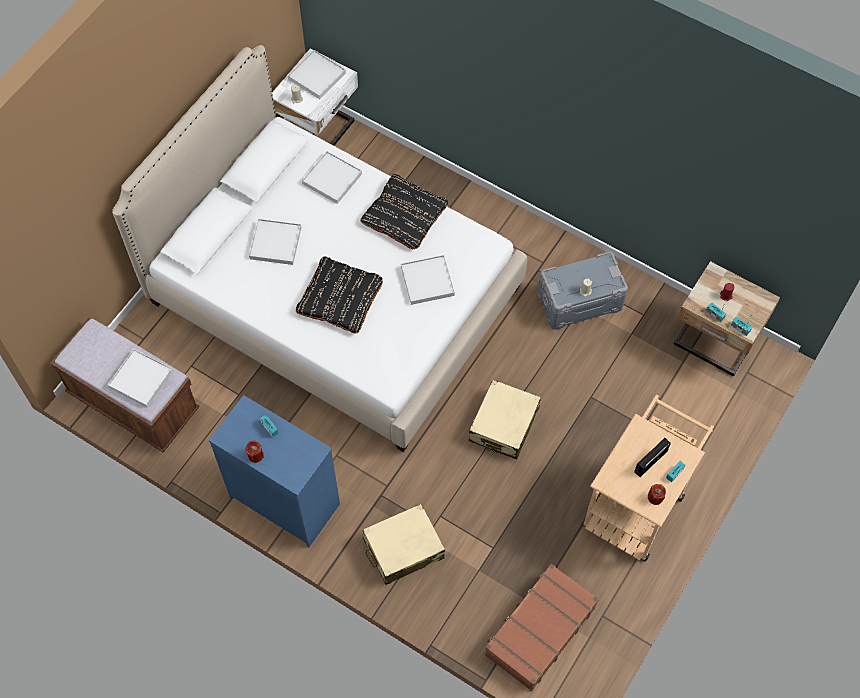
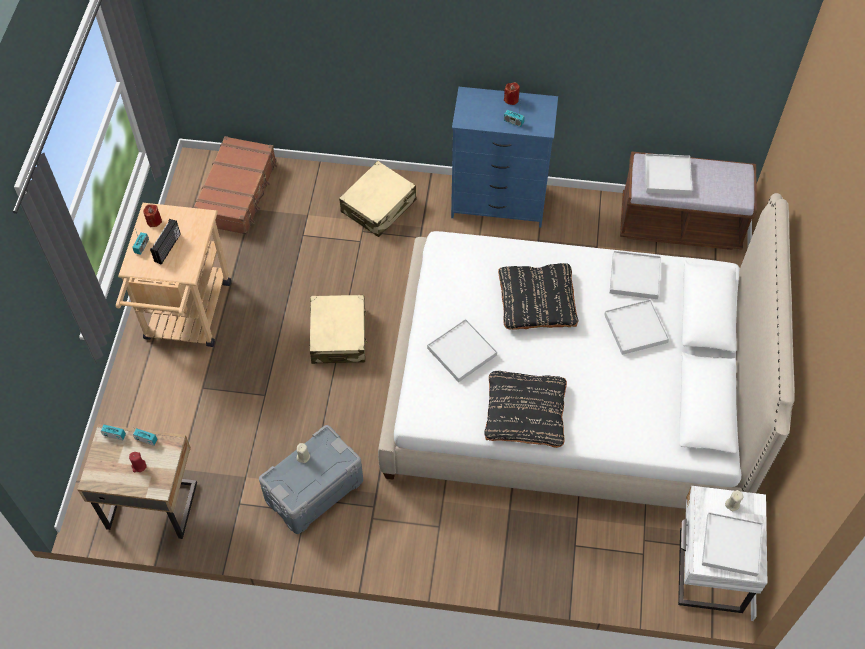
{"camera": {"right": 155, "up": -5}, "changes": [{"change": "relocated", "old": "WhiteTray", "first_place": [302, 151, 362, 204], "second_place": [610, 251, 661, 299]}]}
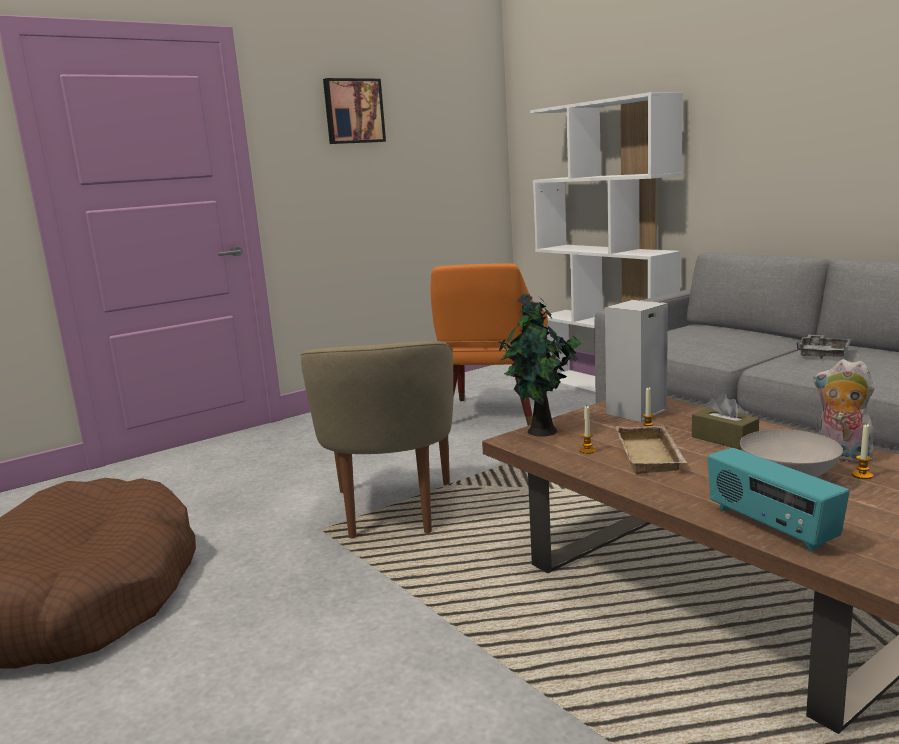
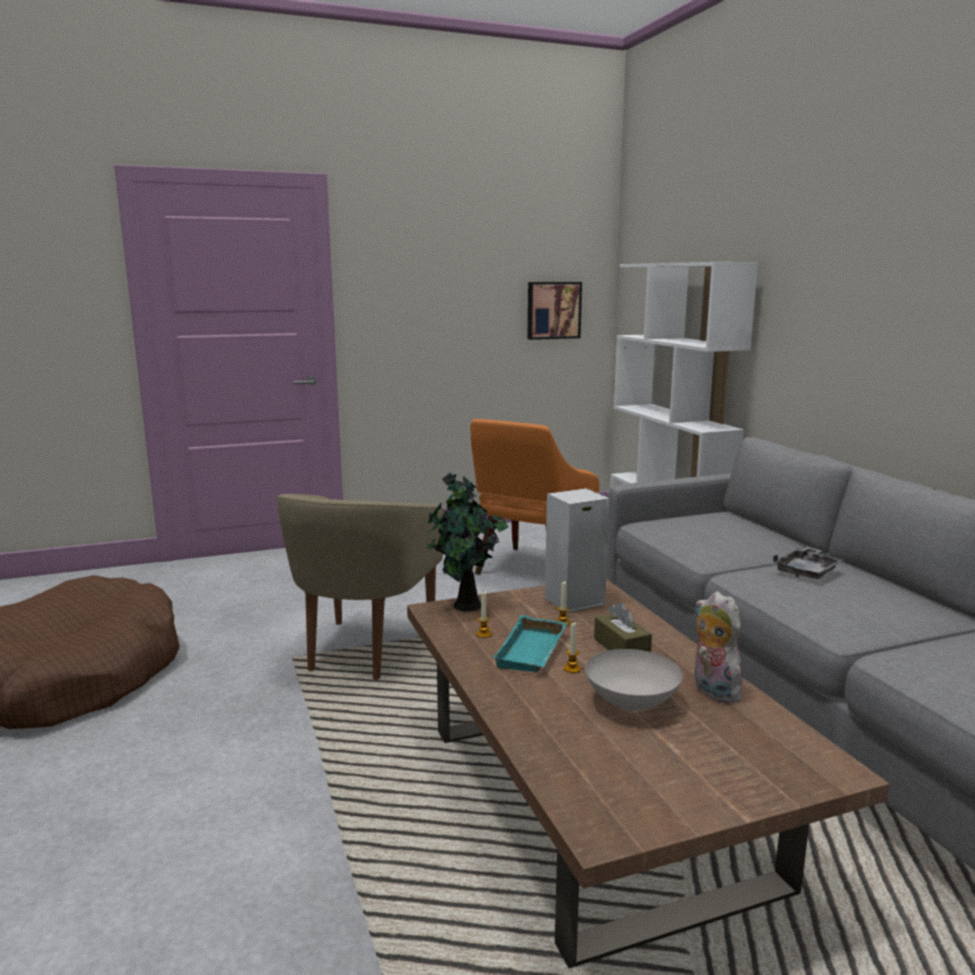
{"camera": {"right": 15, "up": 0}, "changes": [{"change": "relocated", "old": "Picture", "first_place": [323, 78, 386, 144], "second_place": [527, 282, 582, 340]}, {"change": "relocated", "old": "Candle", "first_place": [852, 423, 873, 479], "second_place": [564, 622, 581, 673]}, {"change": "colour", "old": "BeigeTray", "new": "TurquoiseTray", "first_place": [616, 426, 687, 474], "second_place": [493, 615, 567, 672]}, {"change": "missing", "old": "Radio", "first_place": [708, 448, 850, 552]}]}
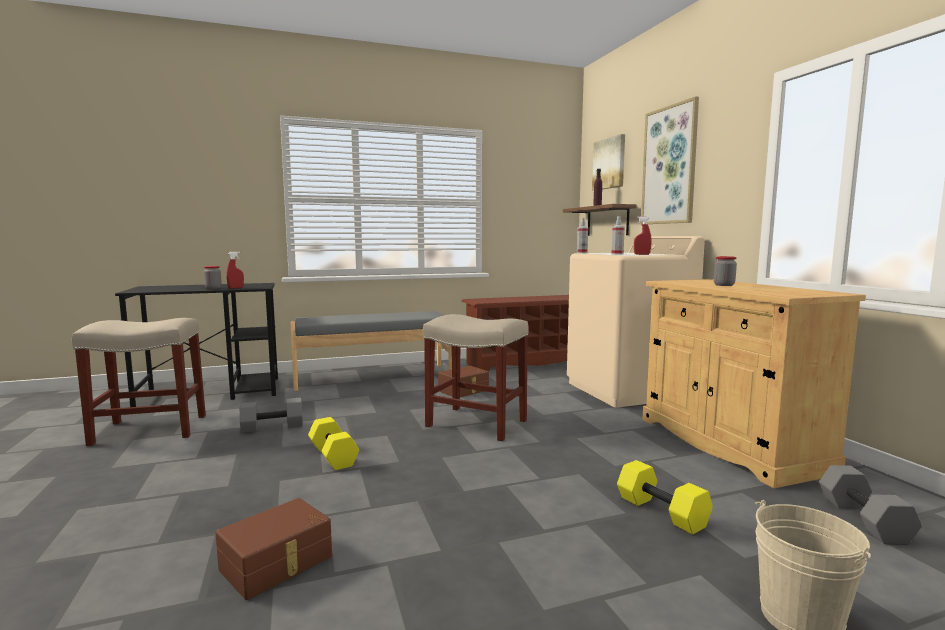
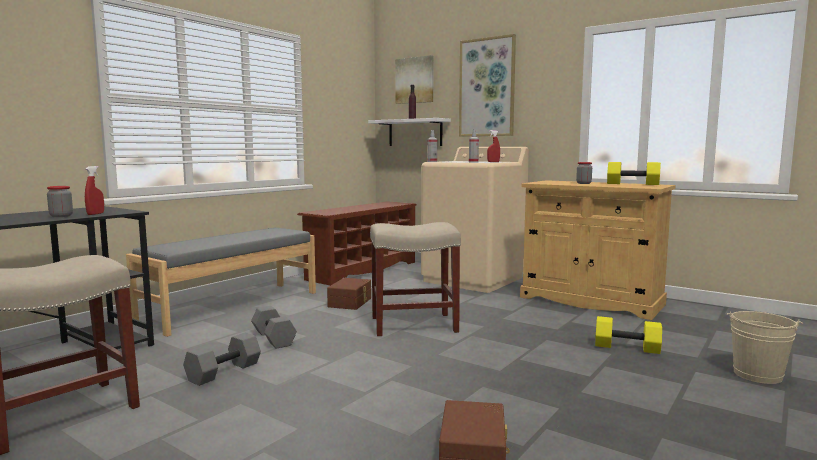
{"camera": {"right": -35, "up": 0}, "changes": [{"change": "colour", "old": "BrownShelf", "new": "WhiteShelf", "first_place": [563, 204, 637, 236], "second_place": [368, 118, 451, 146]}, {"change": "relocated", "old": "YellowDumbbell", "first_place": [308, 417, 359, 470], "second_place": [607, 162, 661, 185]}, {"change": "relocated", "old": "GreyDumbbell", "first_place": [819, 465, 922, 545], "second_place": [251, 306, 297, 349]}]}
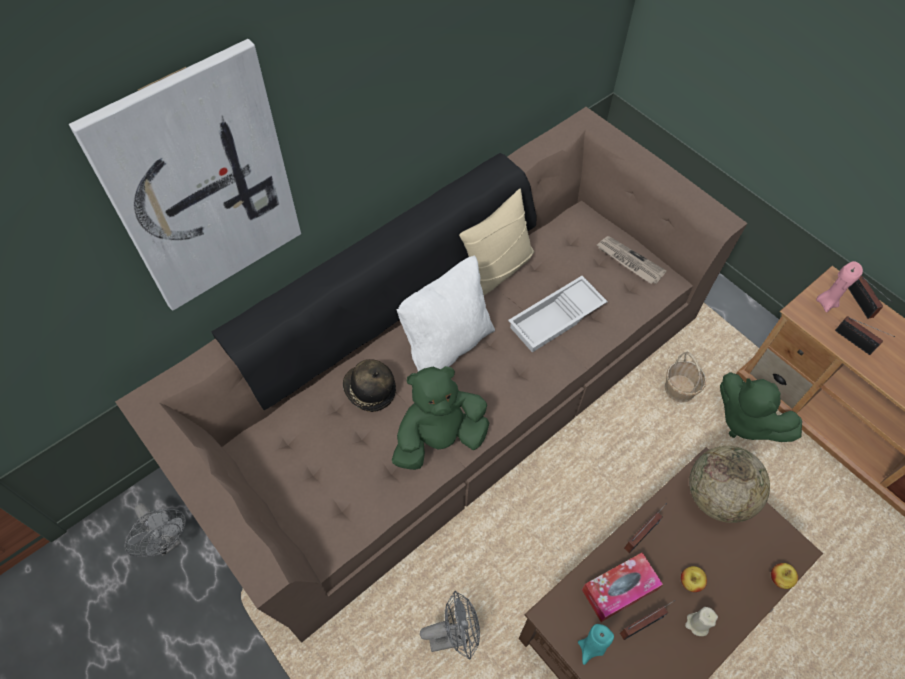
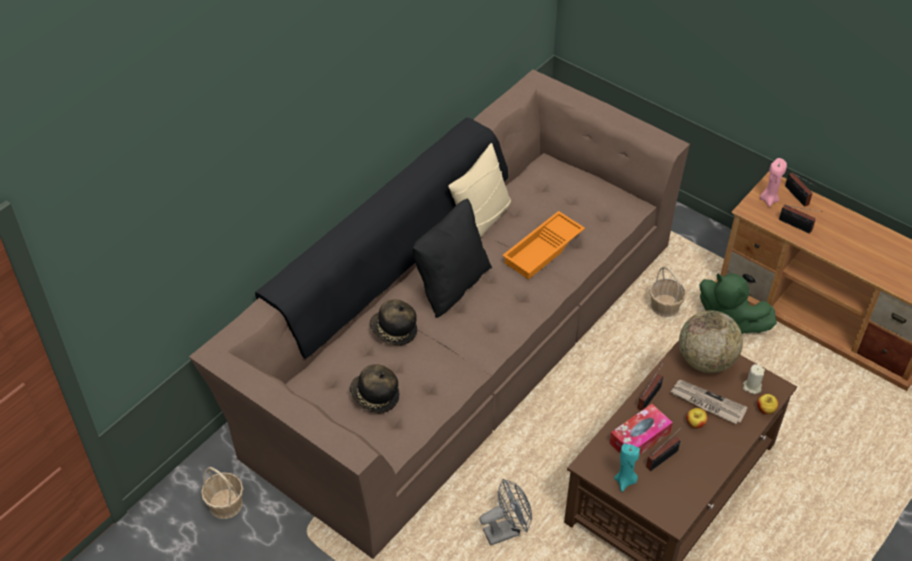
{"camera": {"right": -10, "up": -10}, "changes": [{"change": "missing", "old": "Picture", "first_place": [69, 39, 301, 311]}, {"change": "relocated", "old": "Newspaper", "first_place": [597, 236, 666, 284], "second_place": [670, 380, 748, 424]}, {"change": "colour", "old": "WhitePillow", "new": "BlackPillow", "first_place": [397, 256, 495, 372], "second_place": [413, 198, 492, 318]}, {"change": "colour", "old": "WhiteTray", "new": "OrangeTray", "first_place": [508, 276, 608, 352], "second_place": [502, 211, 585, 280]}, {"change": "missing", "old": "GreenPlushToy", "first_place": [392, 366, 489, 470]}, {"change": "exchanged", "old": "GreyFan", "new": "Basket", "first_place": [124, 503, 186, 557], "second_place": [201, 467, 243, 519]}, {"change": "relocated", "old": "BeigeCandle", "first_place": [685, 607, 718, 636], "second_place": [743, 364, 765, 394]}, {"change": "appeared", "new": "Hat", "second_place": [350, 364, 399, 413]}]}
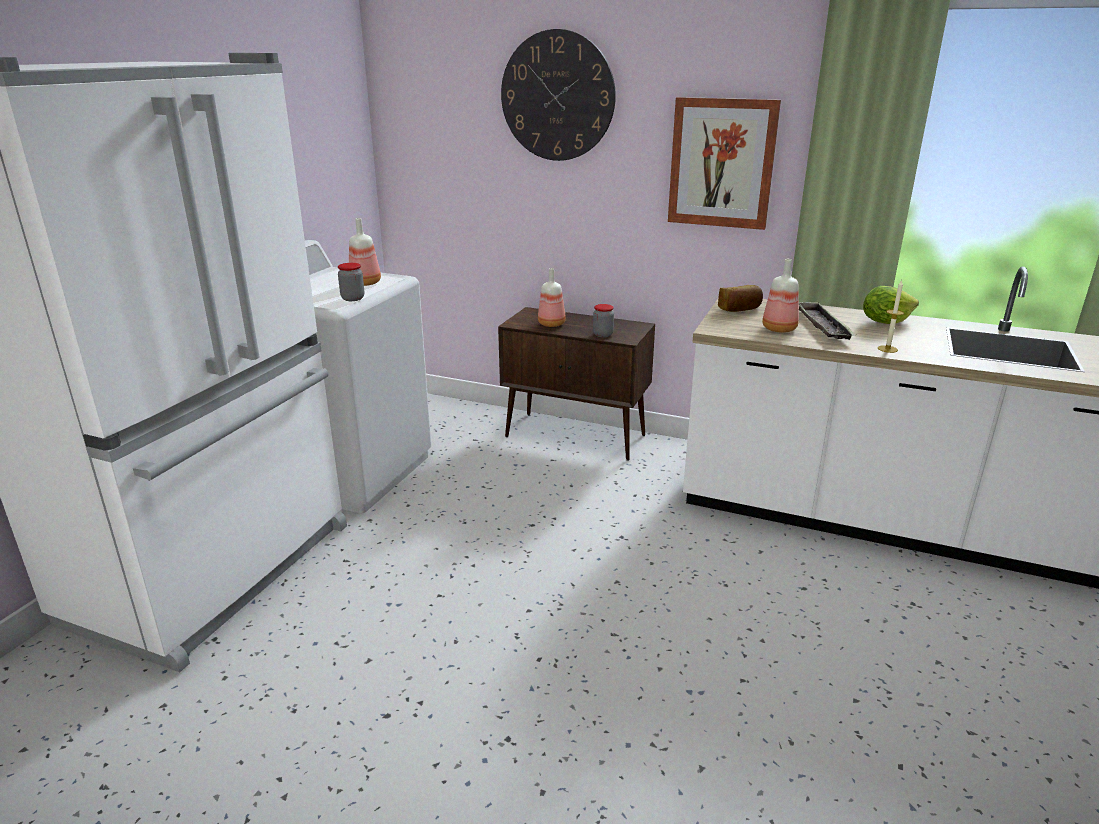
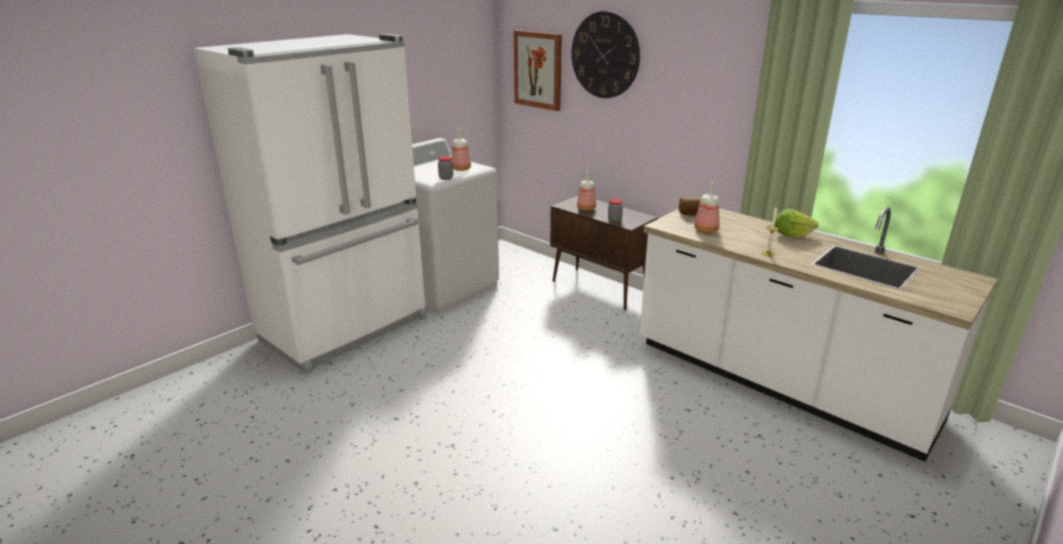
{"camera": {"right": 20, "up": 0}, "changes": [{"change": "relocated", "old": "Picture", "first_place": [668, 97, 781, 230], "second_place": [514, 30, 562, 111]}, {"change": "missing", "old": "Tray", "first_place": [799, 302, 856, 340]}]}
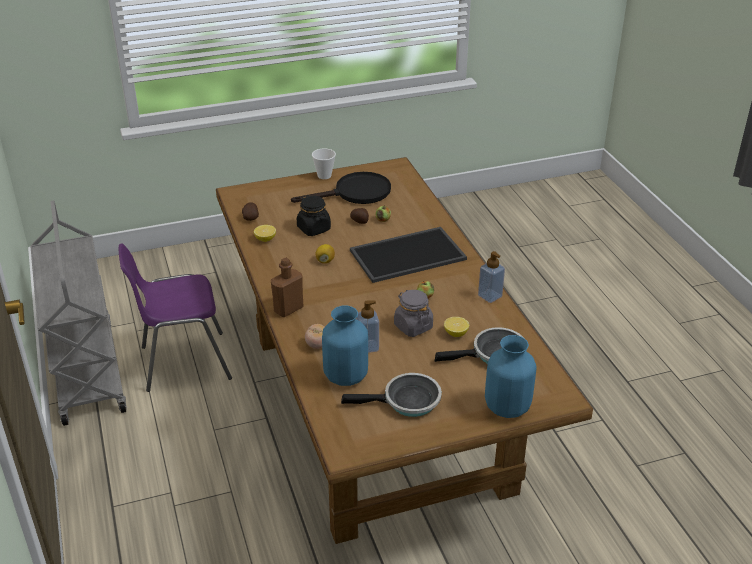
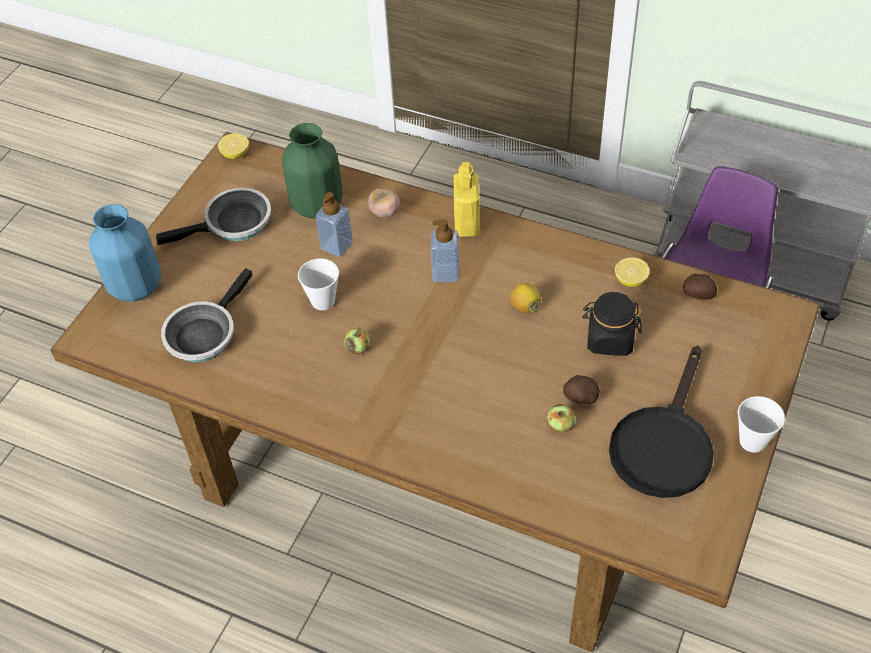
{"camera": {"right": 135, "up": 15}, "changes": [{"change": "missing", "old": "Tray", "first_place": [350, 227, 467, 283]}, {"change": "relocated", "old": "SoapDispenser", "first_place": [478, 251, 505, 303], "second_place": [431, 219, 459, 282]}, {"change": "colour", "old": "BrownBottle", "new": "YellowBottle", "first_place": [271, 258, 304, 317], "second_place": [453, 162, 480, 237]}, {"change": "exchanged", "old": "GreyJar", "new": "Cup", "first_place": [394, 290, 433, 337], "second_place": [298, 258, 339, 310]}, {"change": "colour", "old": "BlueVase", "new": "GreenVase", "first_place": [322, 306, 368, 386], "second_place": [281, 123, 343, 219]}, {"change": "relocated", "old": "Lemon", "first_place": [444, 317, 469, 337], "second_place": [218, 133, 249, 159]}, {"change": "spun", "old": "FryingPan", "first_place": [341, 373, 442, 417], "second_place": [156, 188, 271, 245], "degrees": -150}]}
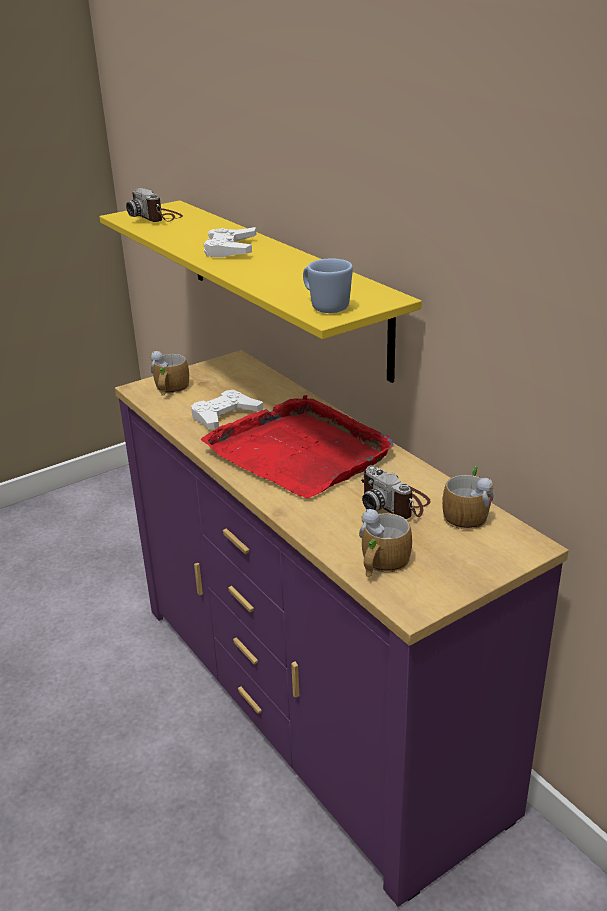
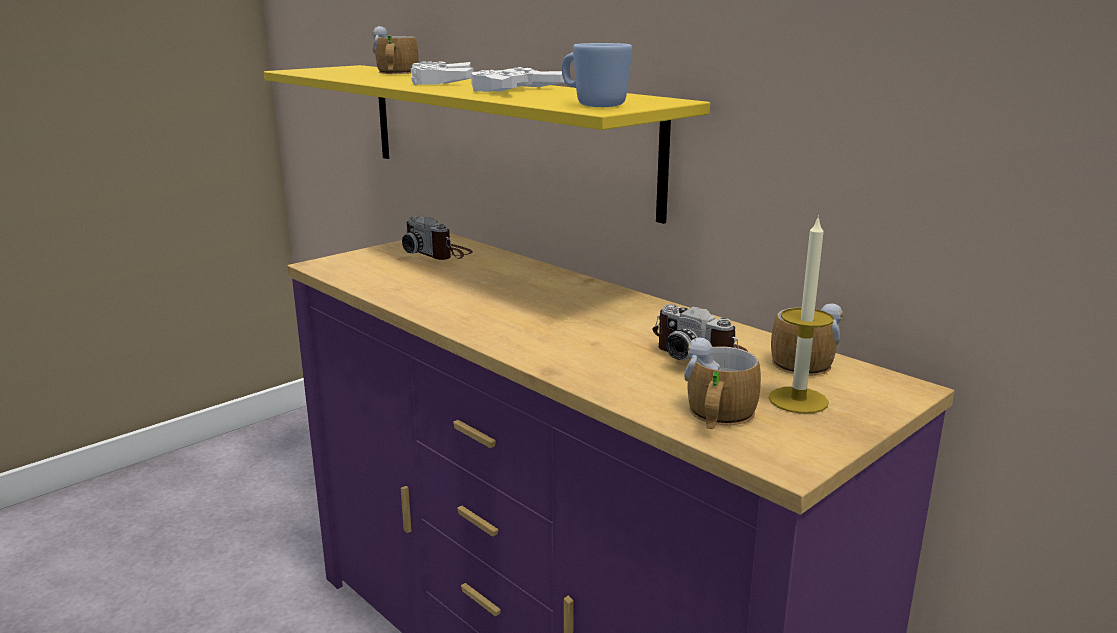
{"camera": {"right": -10, "up": -10}, "changes": [{"change": "relocated", "old": "PhotoCamera", "first_place": [126, 188, 183, 222], "second_place": [402, 216, 473, 260]}, {"change": "relocated", "old": "Mug", "first_place": [150, 351, 189, 396], "second_place": [372, 26, 419, 74]}, {"change": "relocated", "old": "WhiteGameController", "first_place": [191, 390, 263, 429], "second_place": [471, 67, 564, 92]}, {"change": "missing", "old": "RedTray", "first_place": [201, 395, 394, 498]}, {"change": "appeared", "new": "Candle", "second_place": [768, 215, 834, 414]}]}
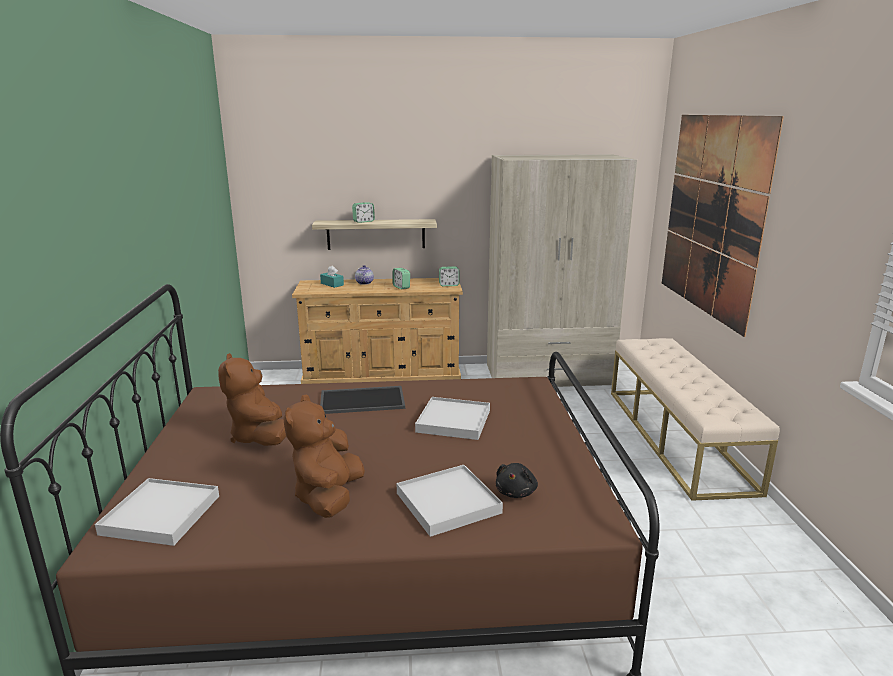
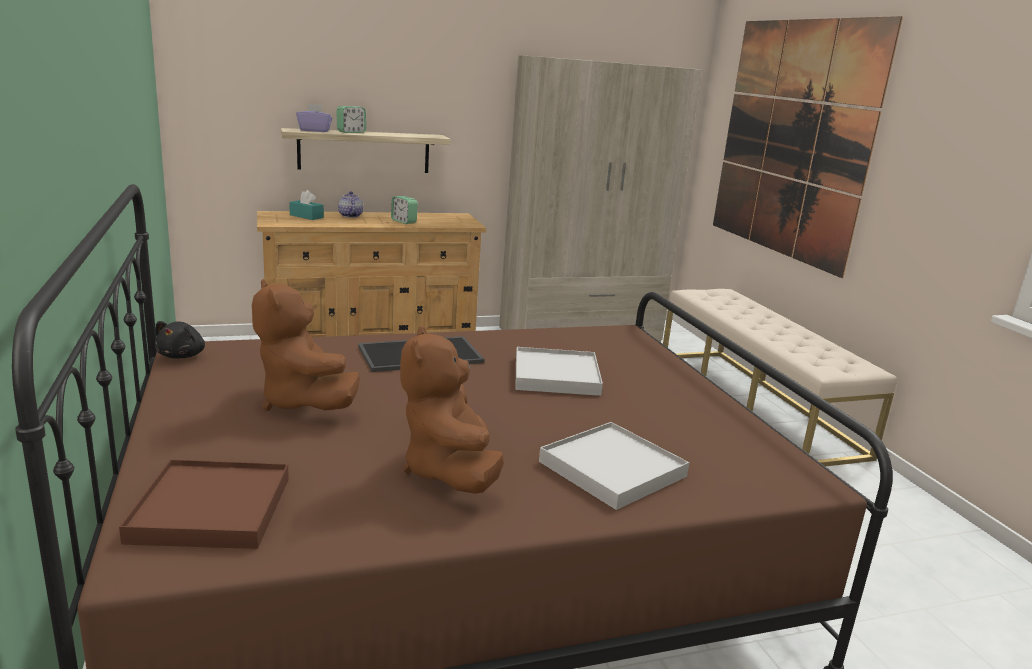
{"camera": {"right": -15, "up": 0}, "changes": [{"change": "missing", "old": "AlarmClock", "first_place": [439, 267, 459, 286]}, {"change": "relocated", "old": "BlackPlushToy", "first_place": [496, 463, 538, 498], "second_place": [155, 321, 205, 359]}, {"change": "colour", "old": "WhiteTray", "new": "BrownTray", "first_place": [95, 478, 219, 546], "second_place": [119, 459, 289, 549]}, {"change": "appeared", "new": "PurpleTissueBox", "second_place": [296, 104, 332, 132]}]}
